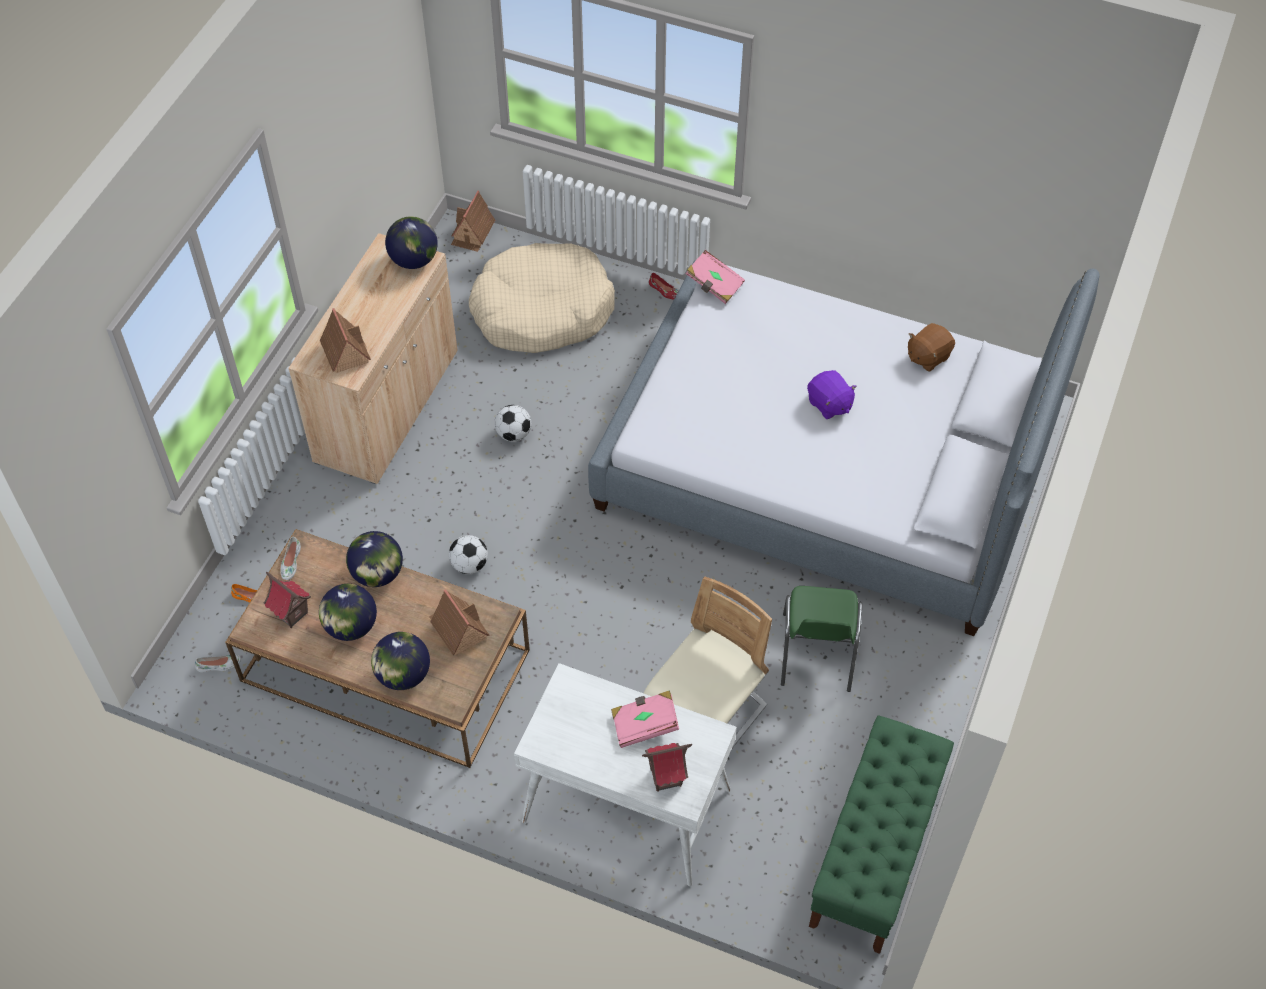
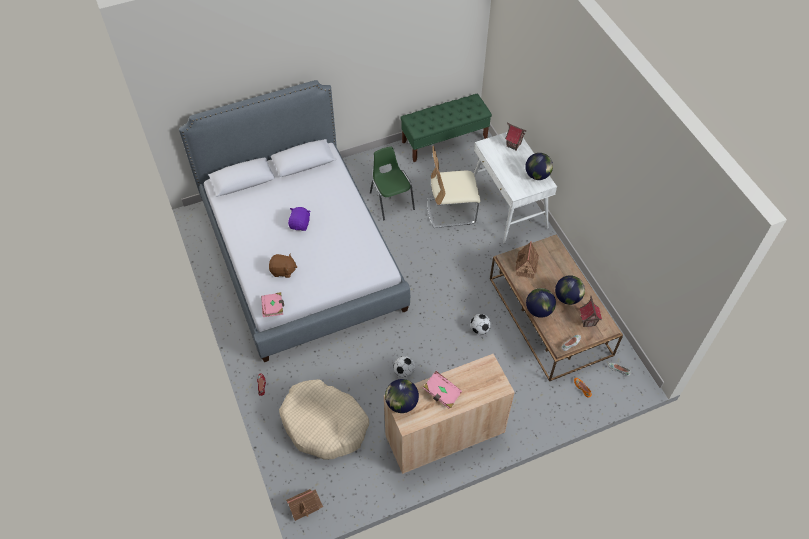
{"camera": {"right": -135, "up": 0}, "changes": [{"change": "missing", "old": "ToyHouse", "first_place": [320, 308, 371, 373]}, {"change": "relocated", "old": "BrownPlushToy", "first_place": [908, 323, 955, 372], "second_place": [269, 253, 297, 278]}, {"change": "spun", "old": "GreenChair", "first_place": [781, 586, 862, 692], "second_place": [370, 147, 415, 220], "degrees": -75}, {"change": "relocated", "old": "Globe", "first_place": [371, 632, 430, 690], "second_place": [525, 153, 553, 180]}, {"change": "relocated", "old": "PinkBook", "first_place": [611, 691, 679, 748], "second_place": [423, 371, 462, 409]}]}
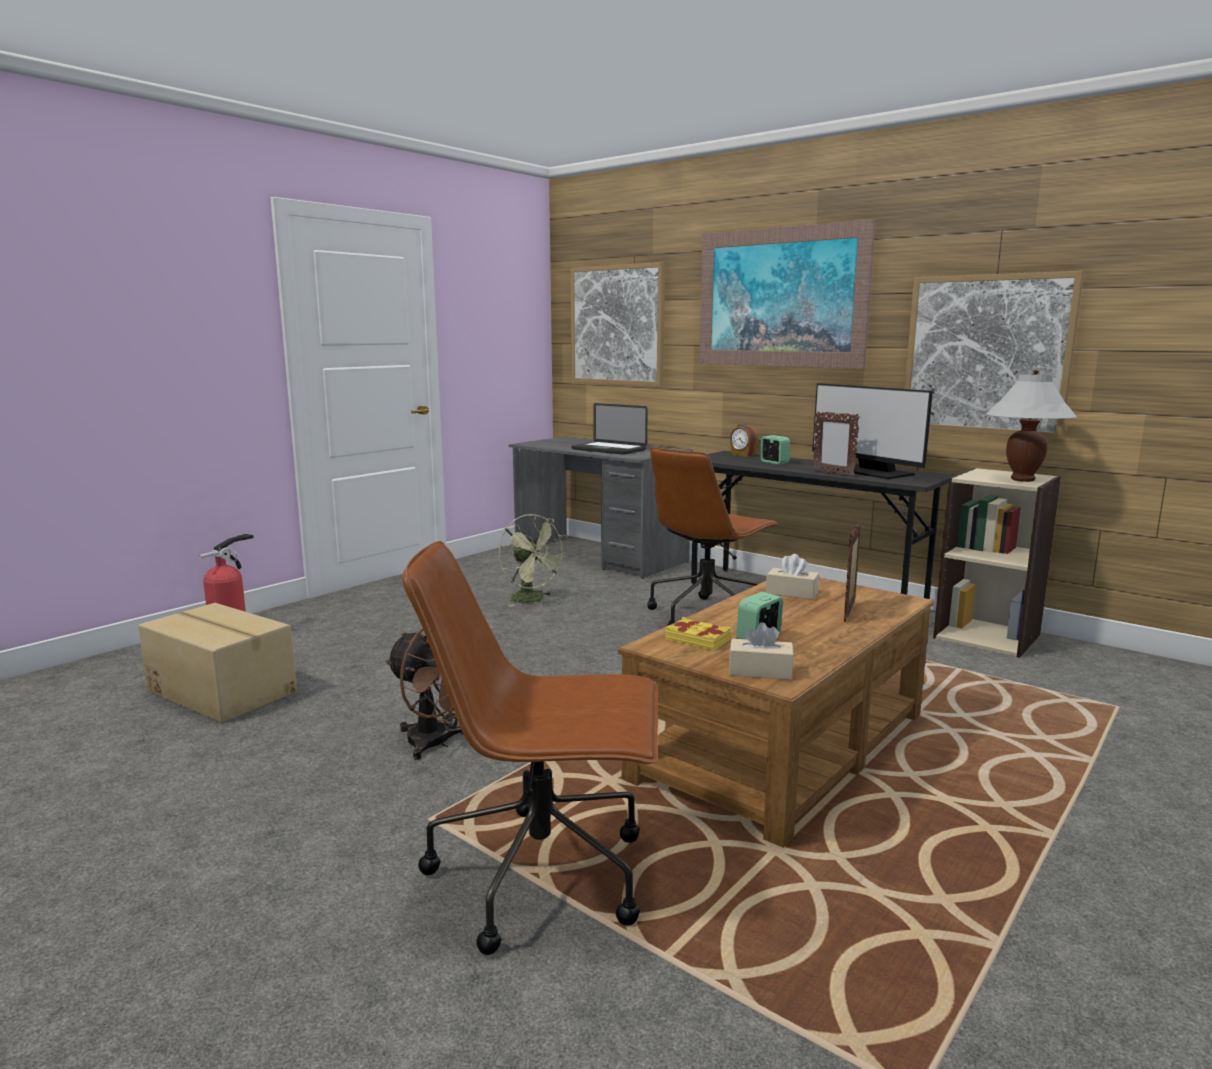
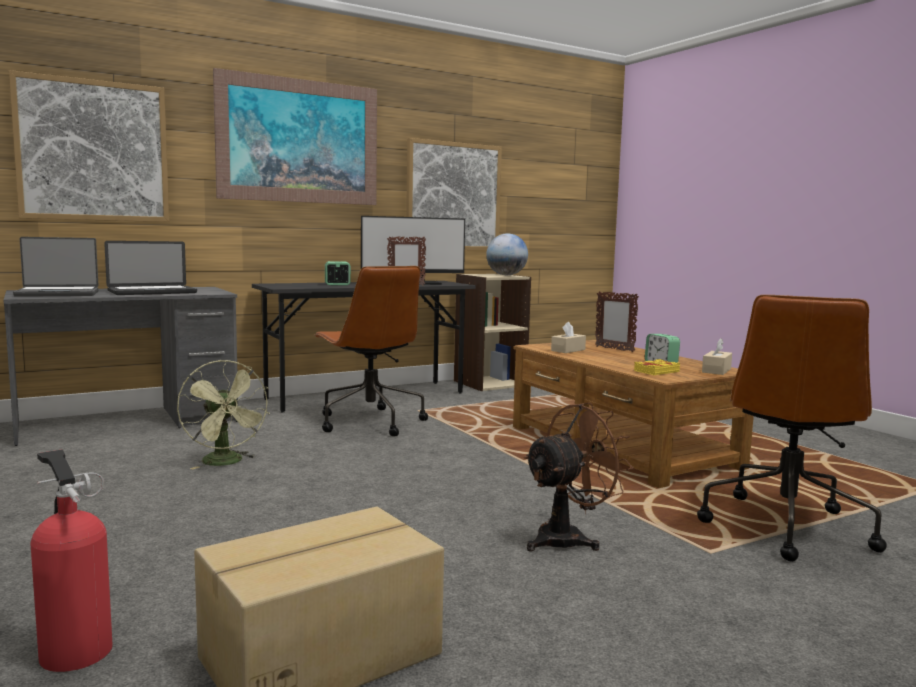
{"camera": {"right": -70, "up": -5}, "changes": [{"change": "exchanged", "old": "WhiteTableLamp", "new": "Globe", "first_place": [986, 370, 1077, 482], "second_place": [486, 233, 528, 275]}, {"change": "missing", "old": "AlarmClock", "first_place": [730, 424, 758, 457]}, {"change": "spun", "old": "GreenFan", "first_place": [499, 514, 568, 607], "second_place": [177, 360, 270, 469], "degrees": 75}, {"change": "appeared", "new": "Laptop", "second_place": [13, 237, 99, 297]}]}
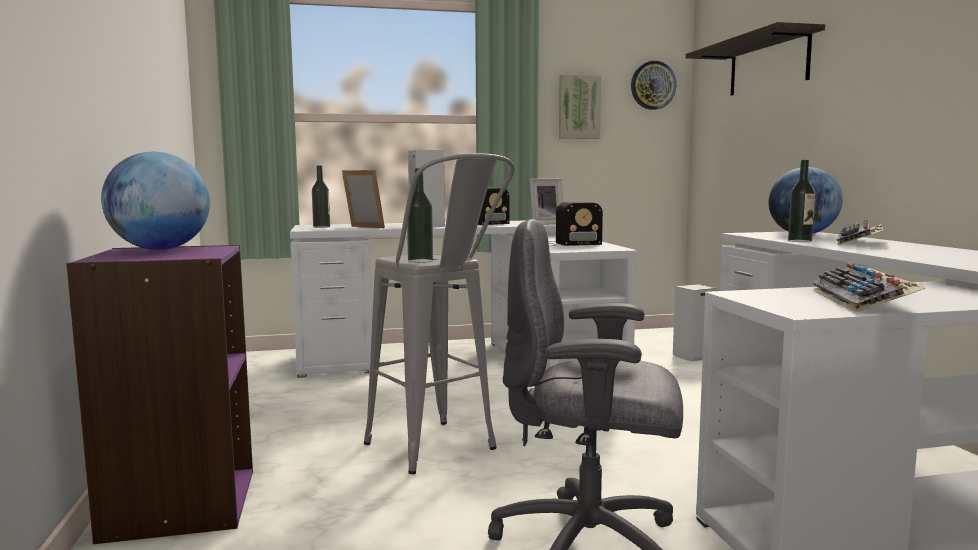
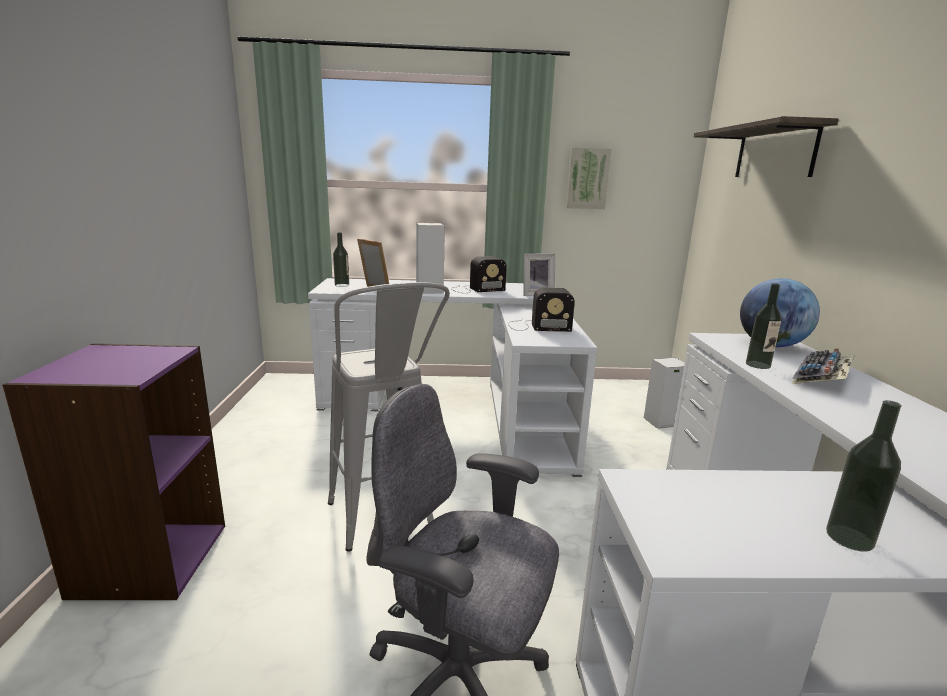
{"camera": {"right": 10, "up": 10}, "changes": [{"change": "missing", "old": "WallClock", "first_place": [631, 61, 676, 110]}, {"change": "missing", "old": "Globe", "first_place": [101, 152, 210, 250]}, {"change": "relocated", "old": "Bottle", "first_place": [407, 168, 433, 263], "second_place": [826, 400, 902, 552]}, {"change": "missing", "old": "Keyboard", "first_place": [812, 263, 926, 313]}]}
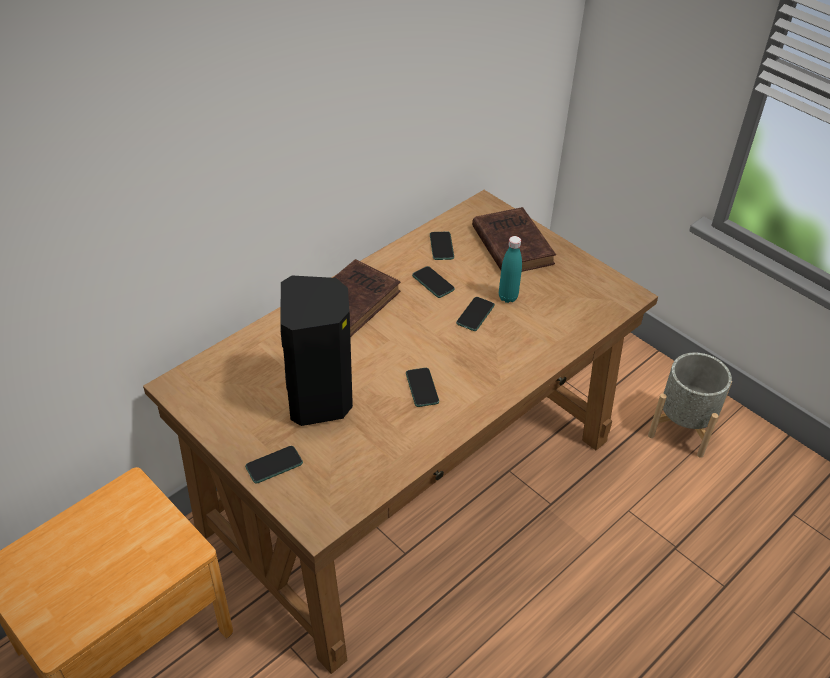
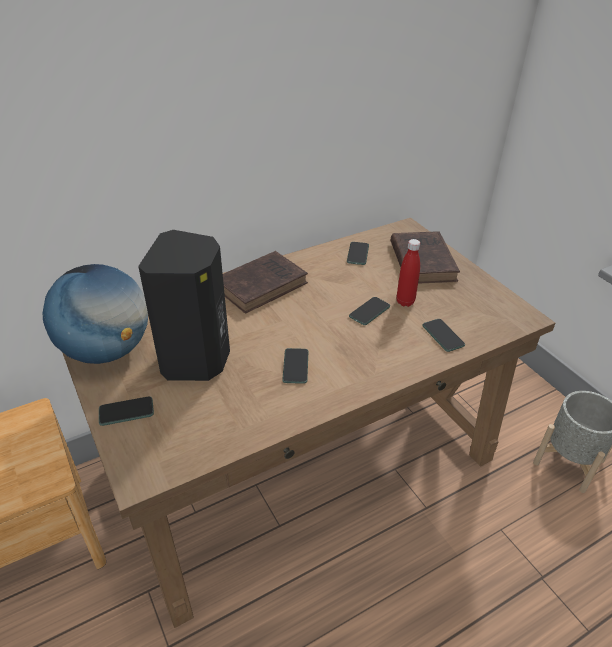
{"camera": {"right": 15, "up": -5}, "changes": [{"change": "colour", "old": "TurquoiseBottle", "new": "RedBottle", "first_place": [499, 236, 522, 303], "second_place": [396, 239, 420, 307]}, {"change": "relocated", "old": "Phone", "first_place": [412, 266, 455, 298], "second_place": [423, 319, 465, 352]}, {"change": "appeared", "new": "Globe", "second_place": [43, 264, 148, 364]}]}
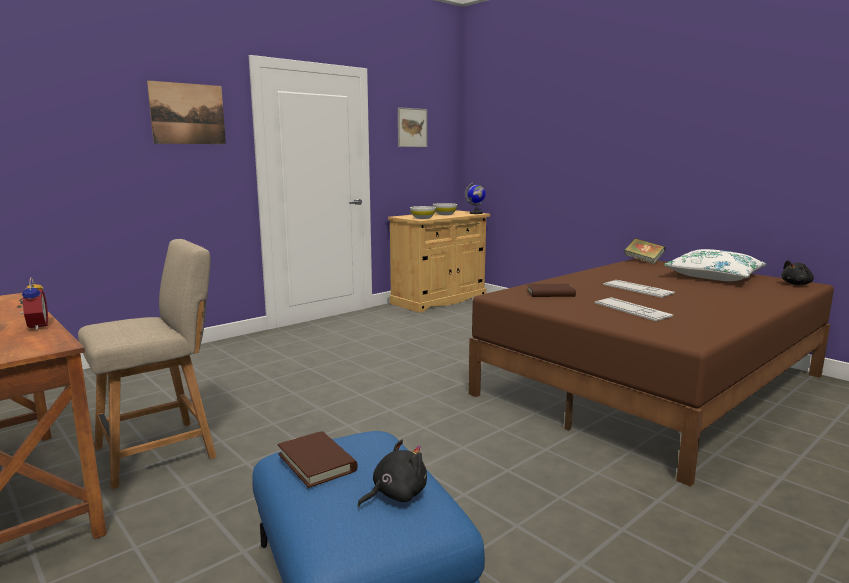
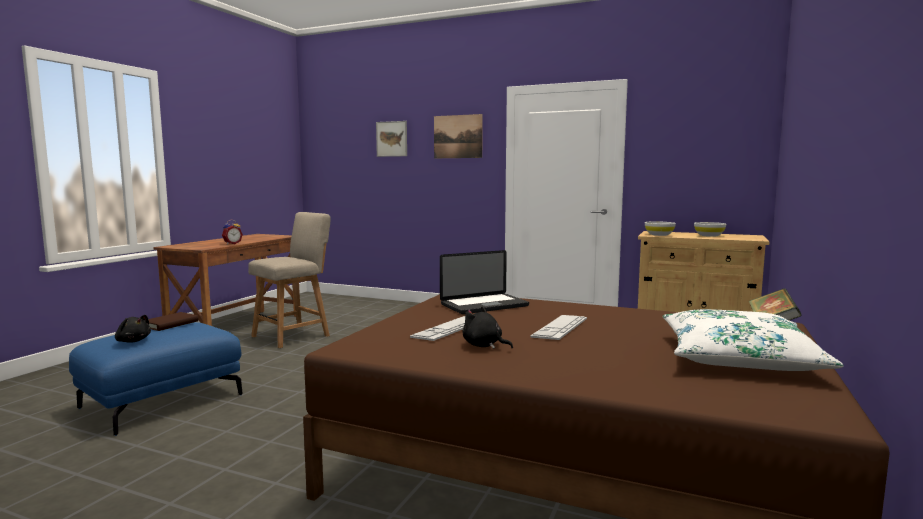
{"camera": {"right": 65, "up": -5}, "changes": [{"change": "relocated", "old": "Picture", "first_place": [398, 107, 427, 147], "second_place": [376, 121, 407, 157]}, {"change": "missing", "old": "Globe", "first_place": [465, 182, 486, 214]}, {"change": "spun", "old": "BeigeChair", "first_place": [78, 239, 216, 489], "second_place": [248, 212, 331, 348], "degrees": -75}, {"change": "relocated", "old": "BlackPlushToy", "first_place": [781, 260, 814, 285], "second_place": [462, 307, 513, 349]}, {"change": "exchanged", "old": "BrownBook", "new": "Laptop", "first_place": [527, 284, 576, 297], "second_place": [440, 250, 529, 314]}]}
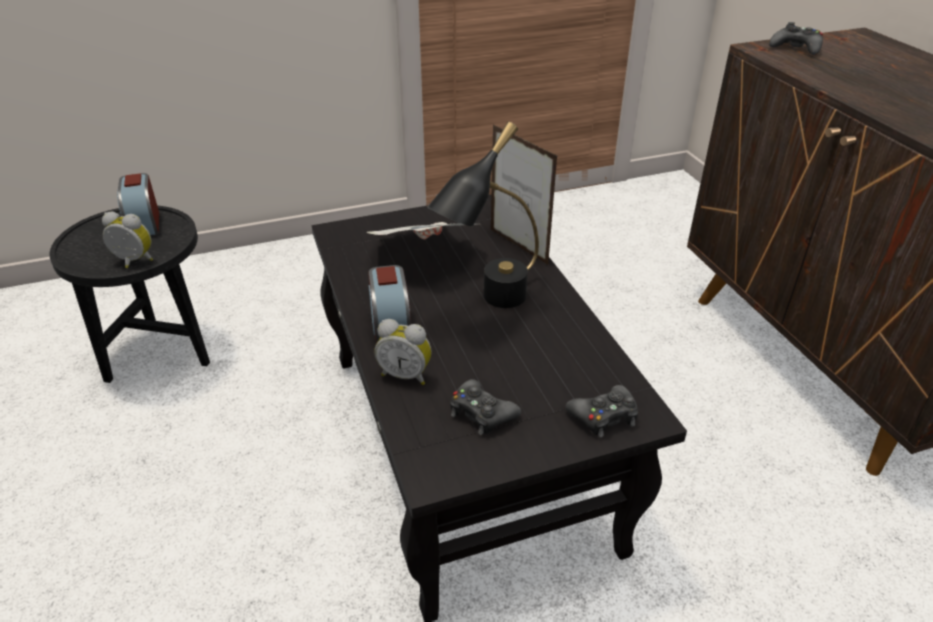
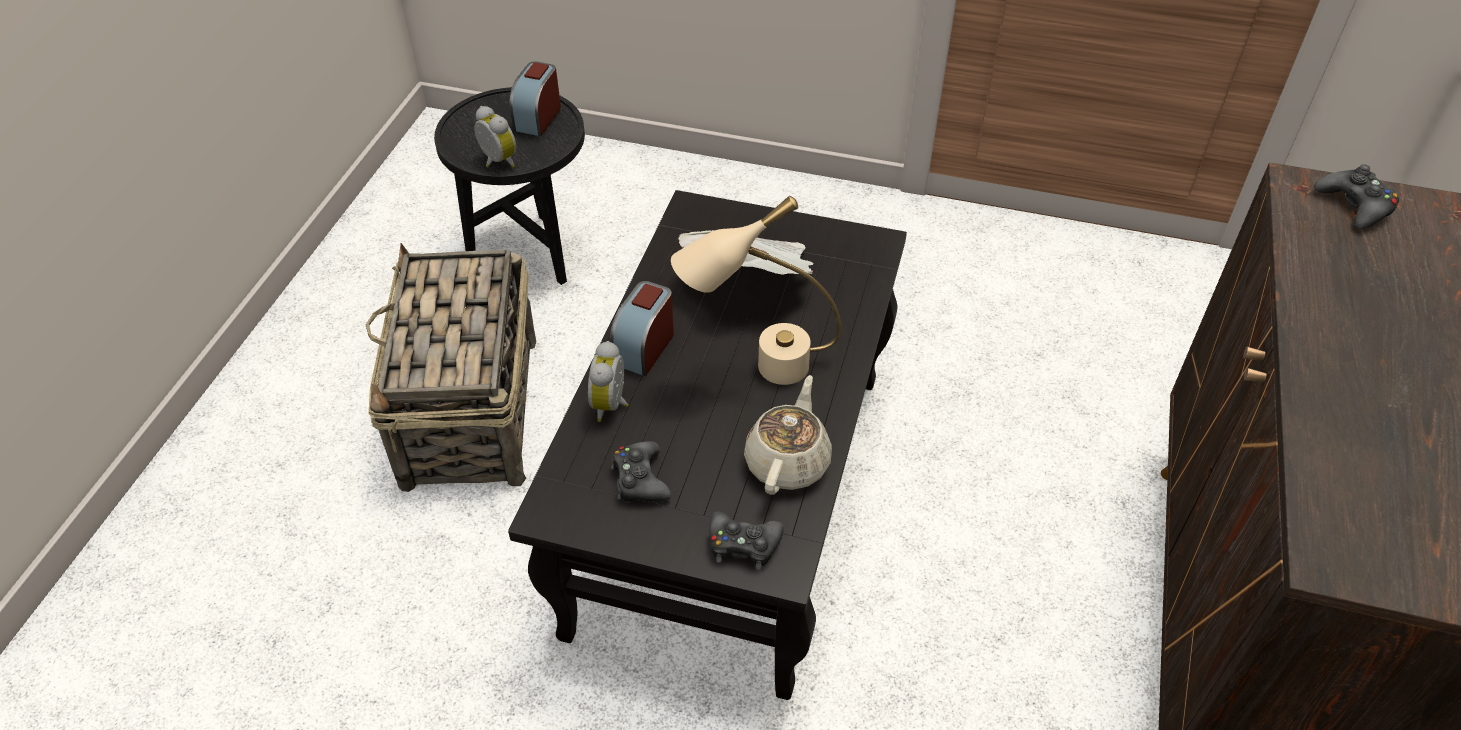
{"camera": {"right": 35, "up": 10}, "changes": [{"change": "colour", "old": "BlackTableLamp", "new": "BeigeTableLamp", "first_place": [428, 122, 539, 308], "second_place": [671, 196, 841, 385]}, {"change": "missing", "old": "PictureFrame", "first_place": [491, 125, 557, 265]}, {"change": "spun", "old": "AlarmClock", "first_place": [374, 319, 432, 385], "second_place": [588, 341, 629, 422], "degrees": 45}, {"change": "appeared", "new": "Basket", "second_place": [366, 243, 536, 492]}, {"change": "appeared", "new": "BeigeTeapot", "second_place": [744, 375, 832, 495]}]}
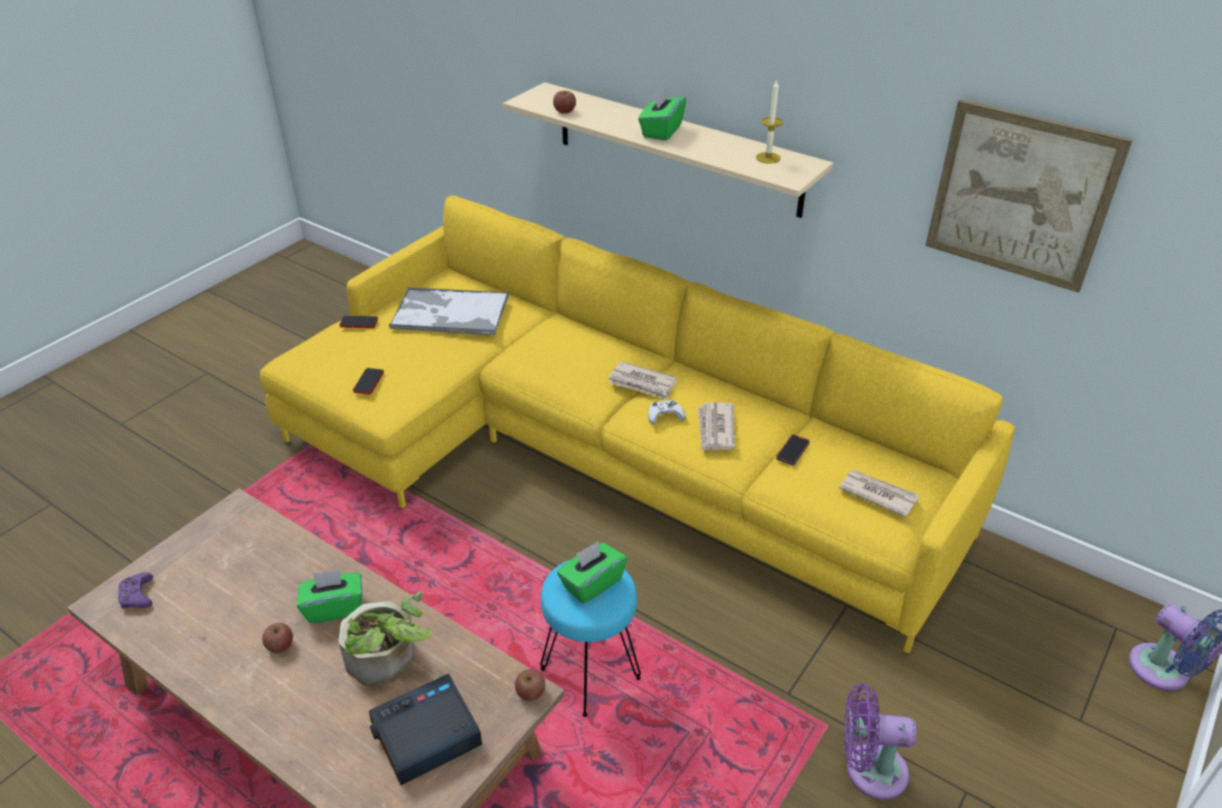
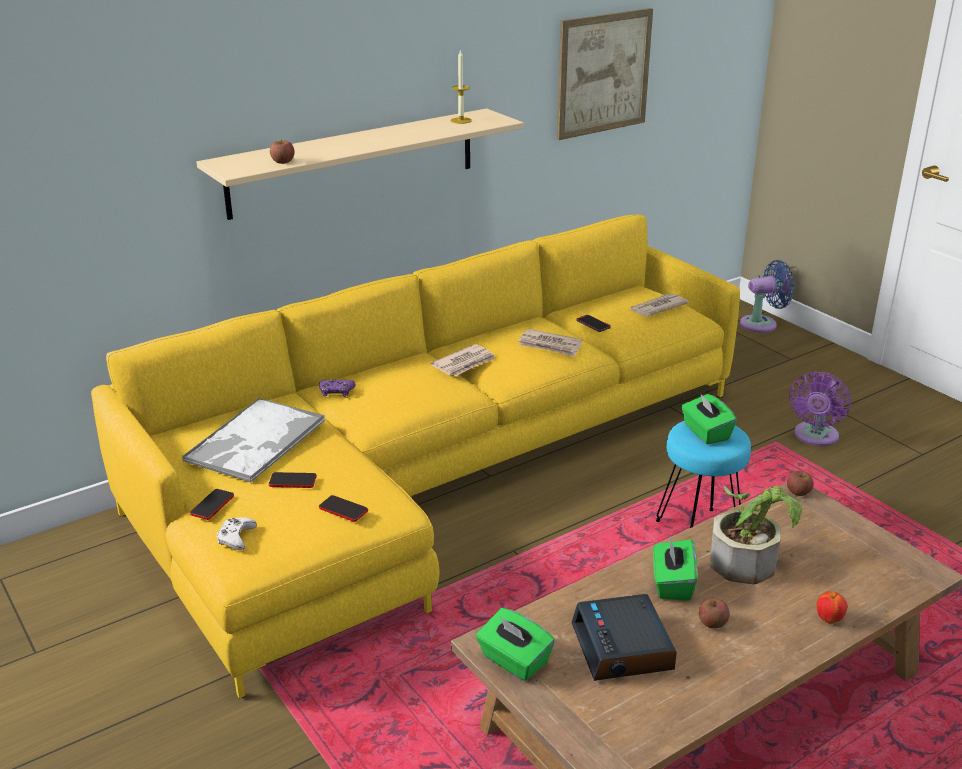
{"camera": {"right": -70, "up": -10}, "changes": [{"change": "relocated", "old": "GreenTissueBox", "first_place": [638, 87, 686, 141], "second_place": [476, 608, 555, 681]}, {"change": "relocated", "old": "WhiteGameController", "first_place": [648, 400, 686, 425], "second_place": [217, 517, 257, 550]}, {"change": "relocated", "old": "PurpleGameController", "first_place": [117, 572, 153, 608], "second_place": [319, 379, 355, 397]}, {"change": "relocated", "old": "AlarmClock", "first_place": [369, 674, 482, 785], "second_place": [572, 594, 677, 681]}, {"change": "appeared", "new": "Phone", "second_place": [269, 472, 317, 488]}, {"change": "appeared", "new": "Apple", "second_place": [817, 591, 848, 624]}]}
